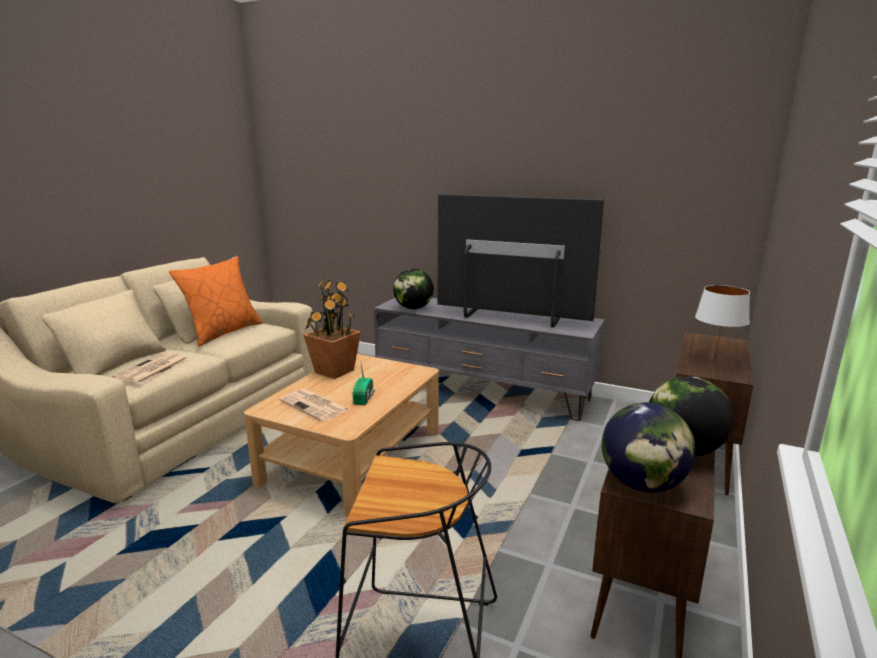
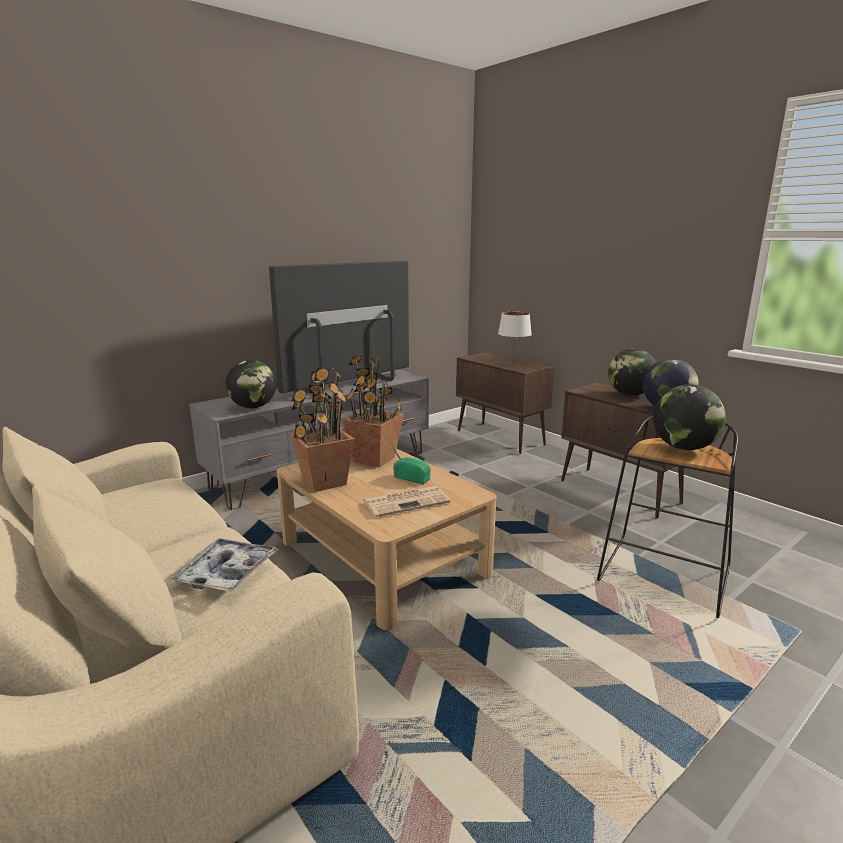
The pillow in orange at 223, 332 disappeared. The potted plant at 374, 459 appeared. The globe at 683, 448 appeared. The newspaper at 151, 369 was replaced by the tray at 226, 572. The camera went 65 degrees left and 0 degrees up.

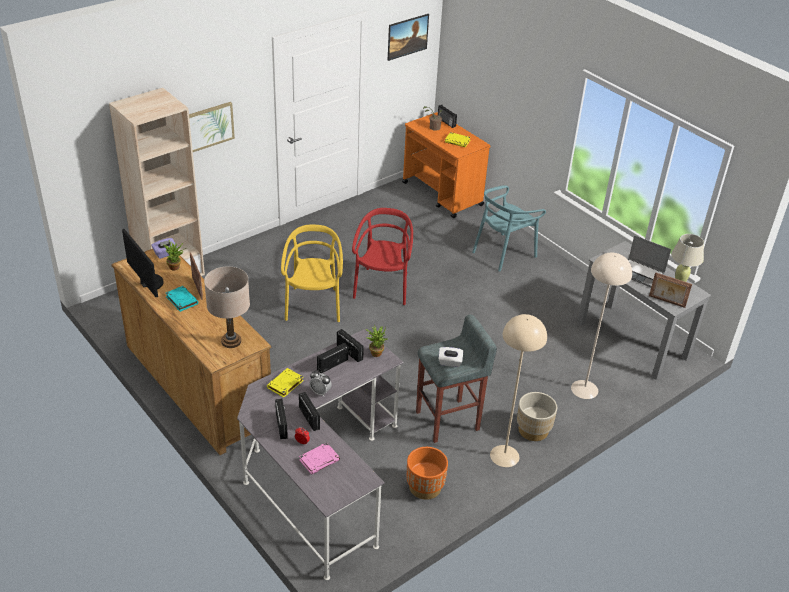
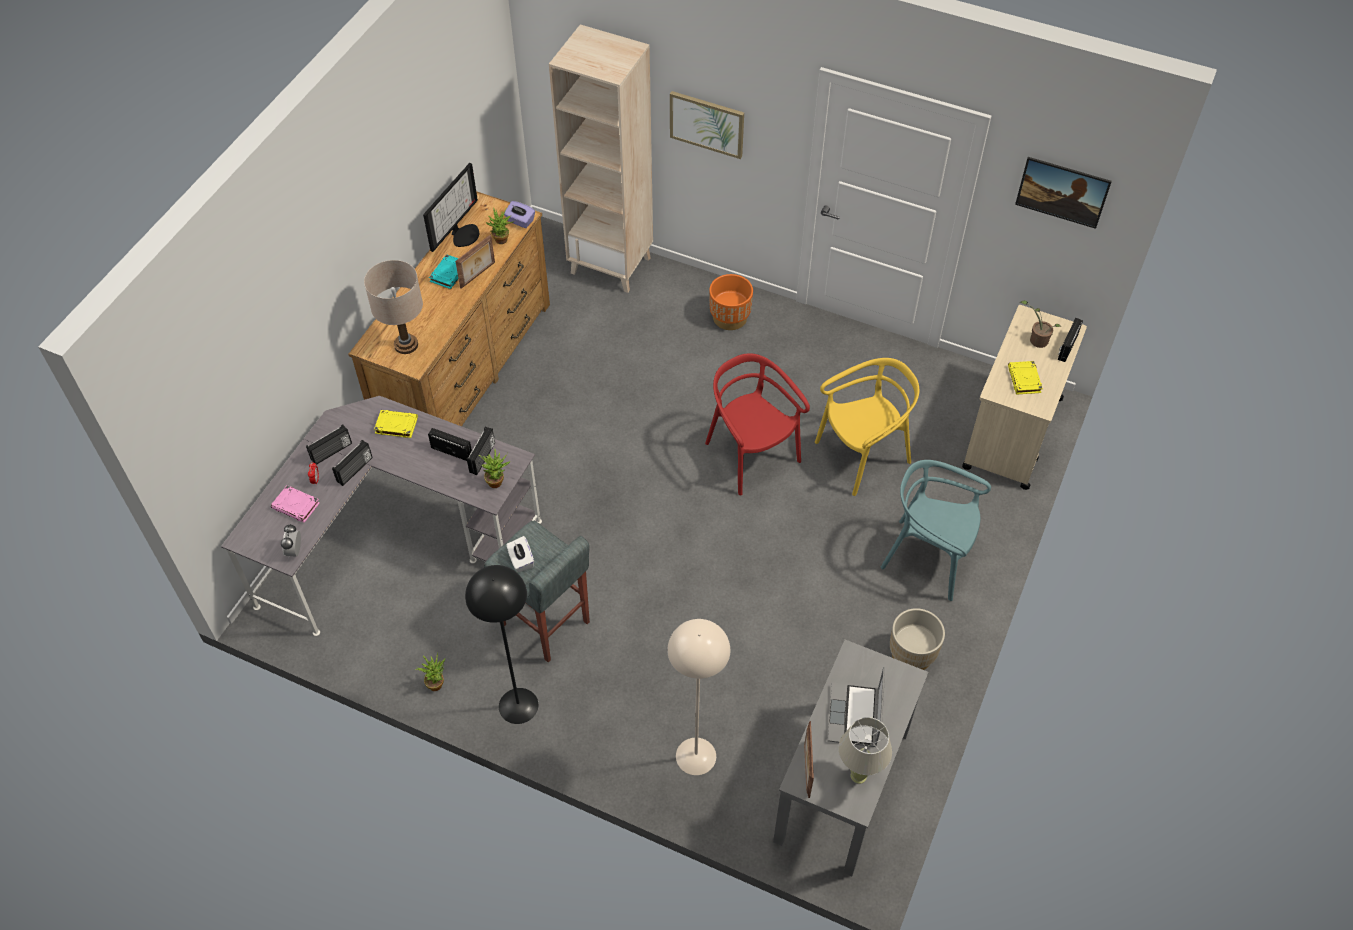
The potted plant at 436, 682 appeared. The chair in yellow moved from 313, 305 to 863, 456. The alarm clock moved from 320, 392 to 295, 551. The planter in orange moved from 425, 487 to 730, 318. The planter in beige moved from 533, 430 to 912, 654. The cart in orange at 442, 194 became the cart in beige at 1012, 433. The floor lamp in beige at 504, 456 became the floor lamp in black at 518, 705. The chair in red at 382, 287 turned 105 degrees counterclockwise. The camera went 65 degrees right and 15 degrees up.

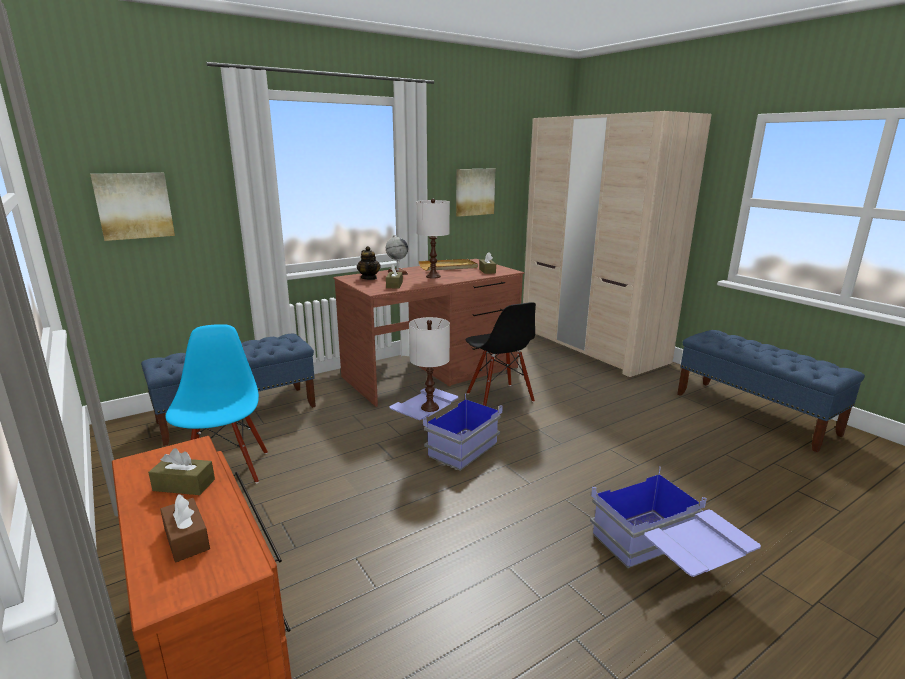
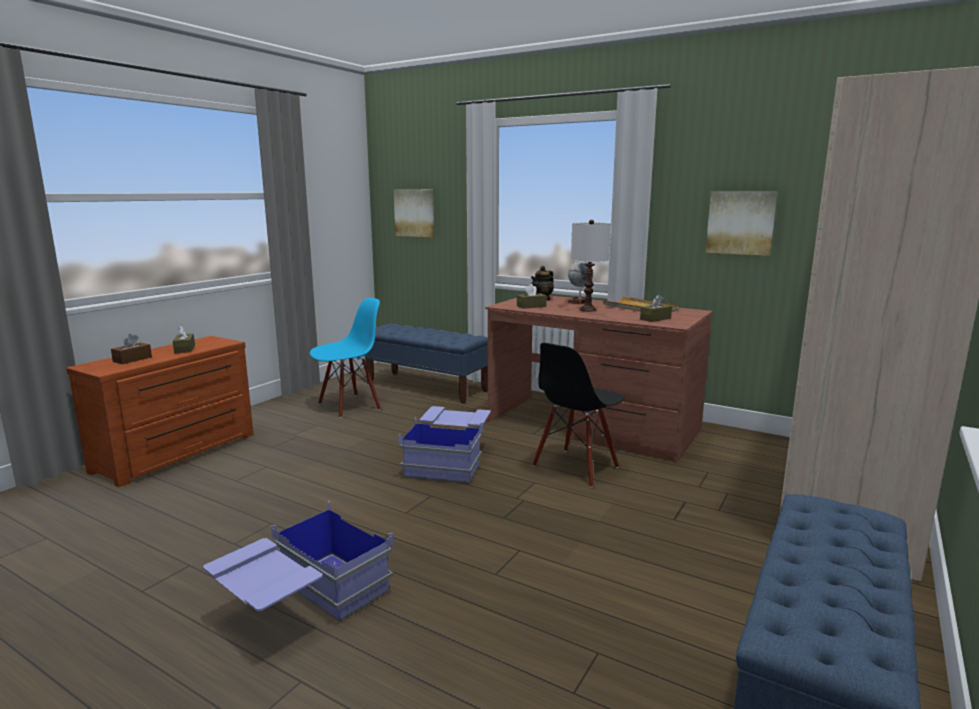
The table lamp in white at 430, 407 disappeared. The camera went 65 degrees right and 5 degrees down.

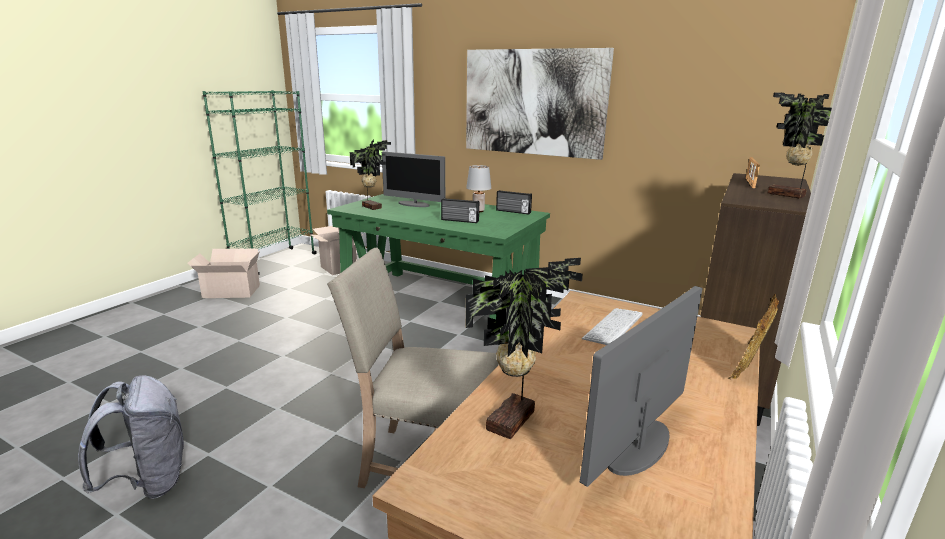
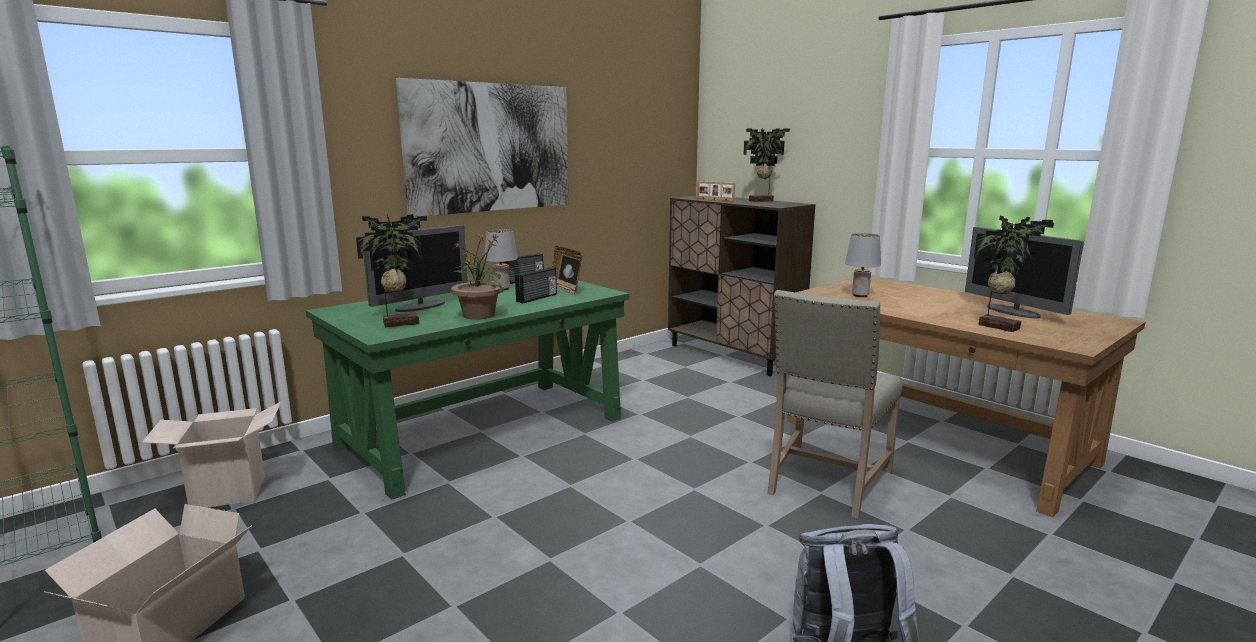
The potted plant at 479, 315 appeared. The picture frame moved from 749, 365 to 566, 289. The keyboard at 613, 327 was replaced by the table lamp in grey at 860, 295. The camera went 70 degrees left and 5 degrees down.

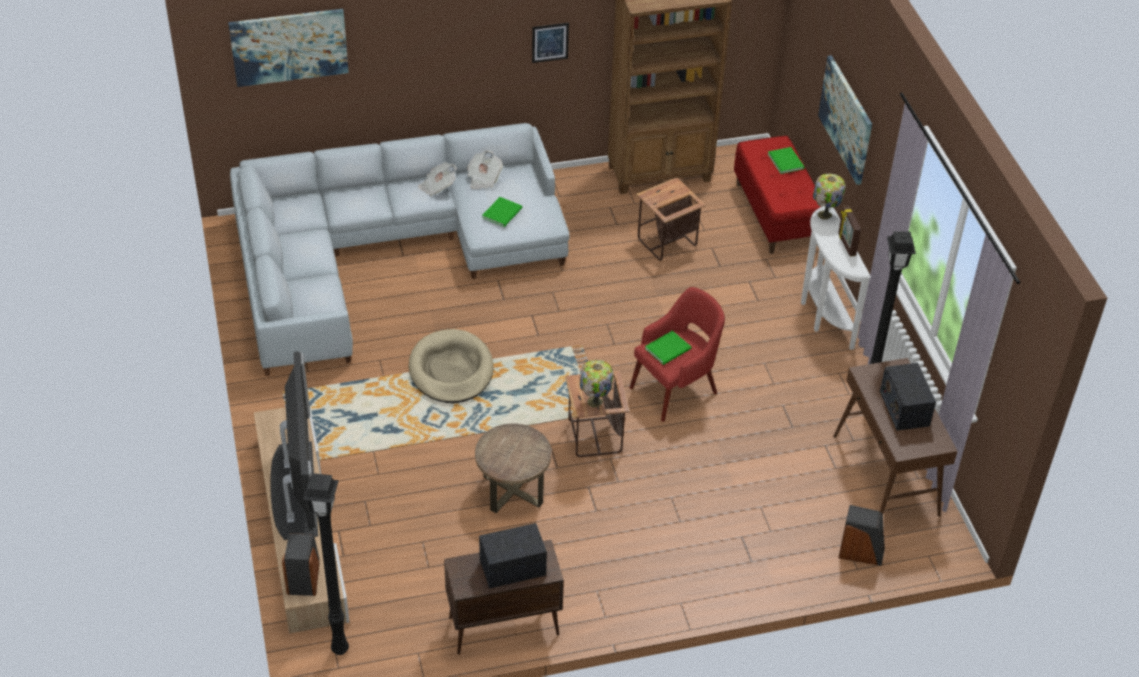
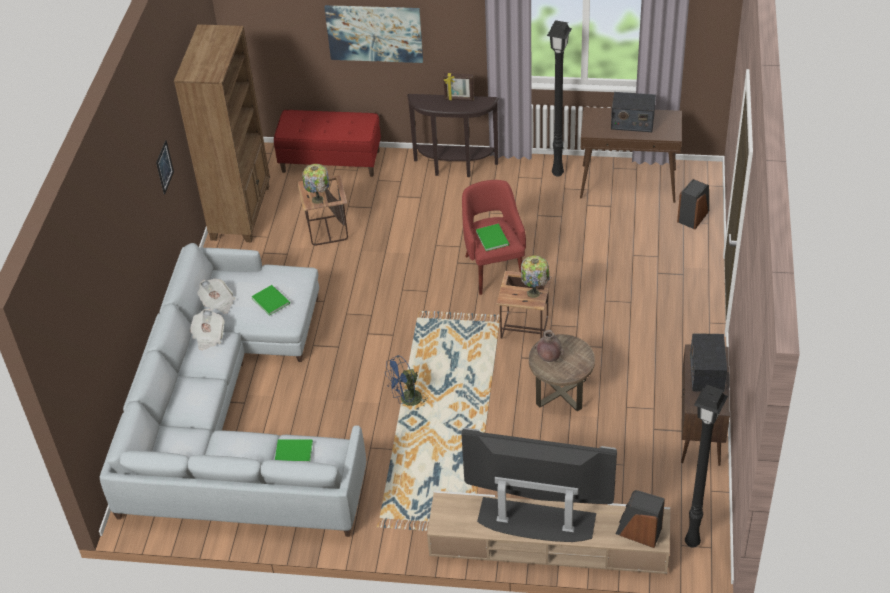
The picture at 289, 46 disappeared. The vase in brown at 549, 358 appeared. The book in green moved from 786, 160 to 292, 451. The table lamp moved from 824, 215 to 318, 200. The dog bed in beige at 451, 370 was replaced by the fan in blue at 407, 401. The console table in white at 822, 315 became the console table in brown at 455, 168. The camera went 65 degrees left and 0 degrees up.

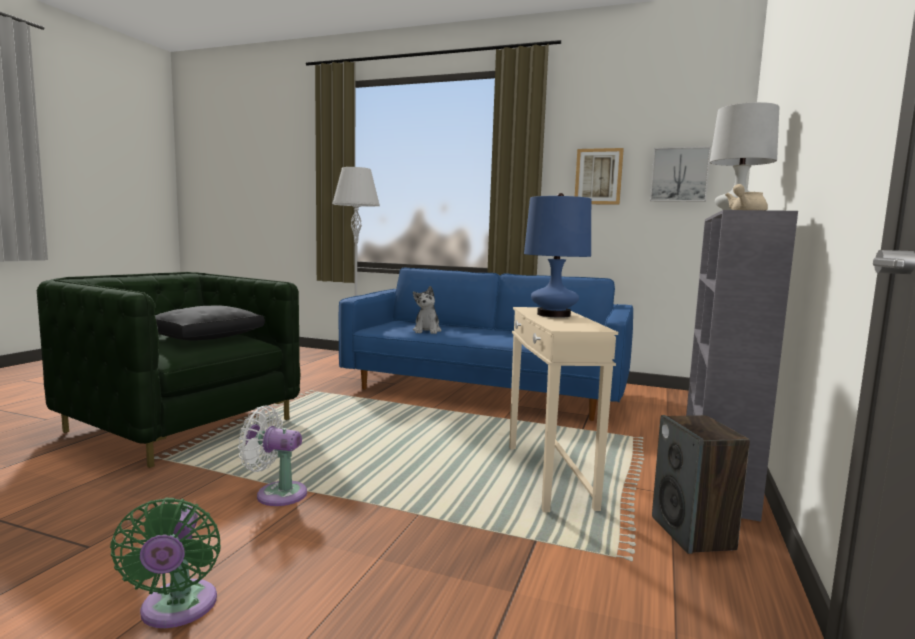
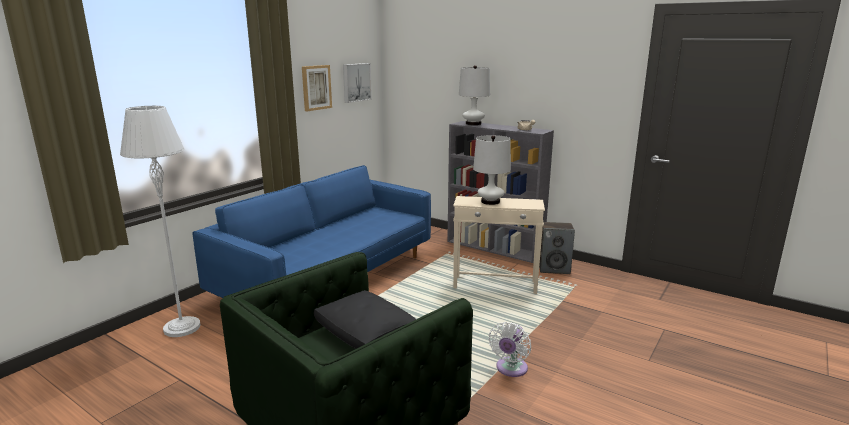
The fan in green at 176, 610 disappeared. The plush toy at 427, 331 disappeared. The table lamp in blue at 553, 315 became the table lamp in white at 490, 202. The camera went 75 degrees left and 10 degrees up.

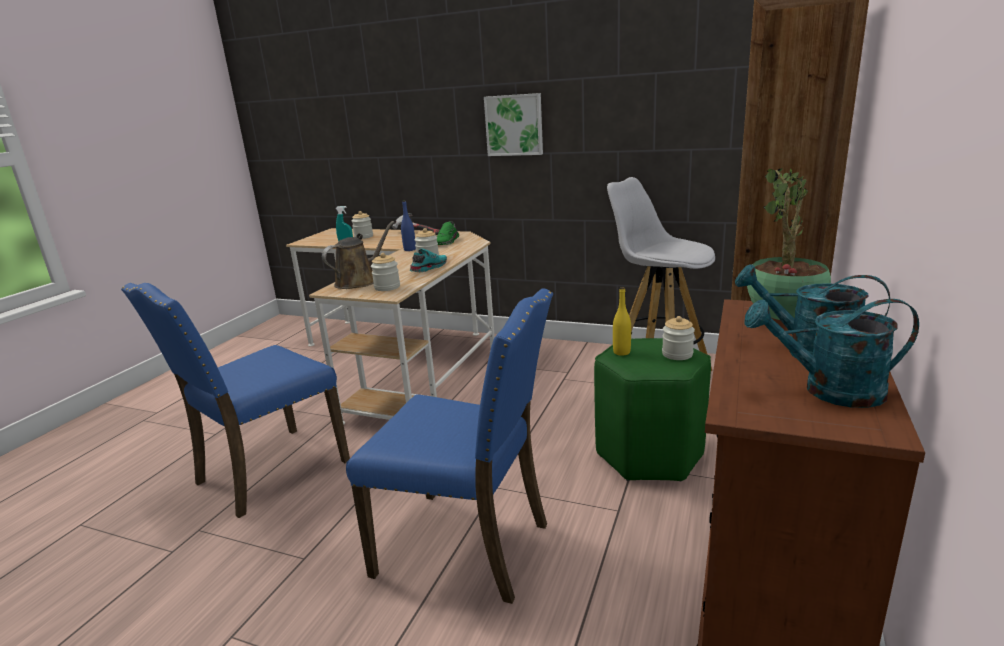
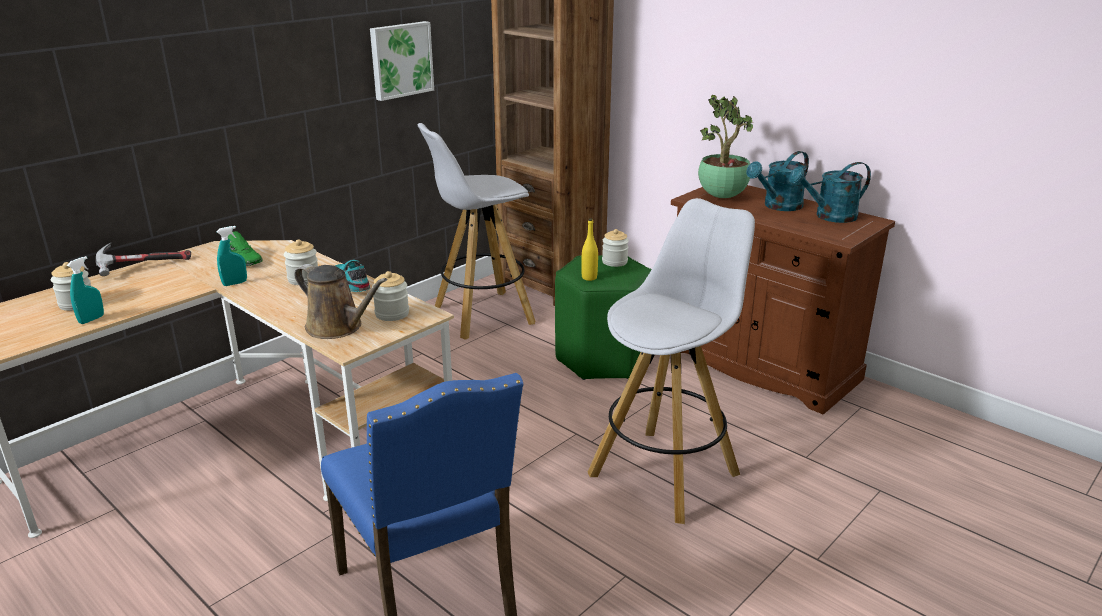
The picture moved from 514, 125 to 400, 60. The chair in blue at 467, 547 was replaced by the stool in white at 665, 473. The bottle in blue at 410, 249 was replaced by the spray bottle in turquoise at 235, 283. The watering can in brown at 359, 282 turned 150 degrees clockwise. The watering can in turquoise at 829, 391 turned 45 degrees clockwise. The camera went 70 degrees left and 5 degrees up.

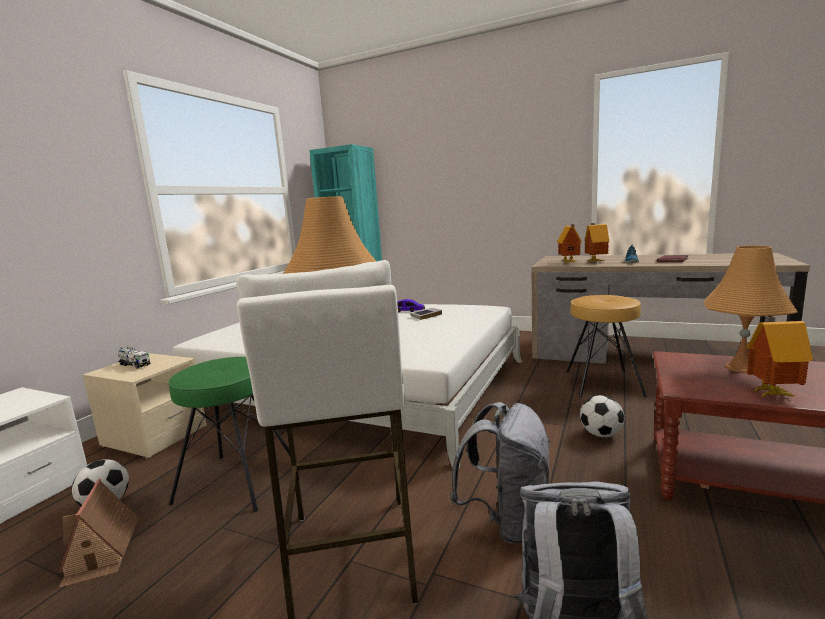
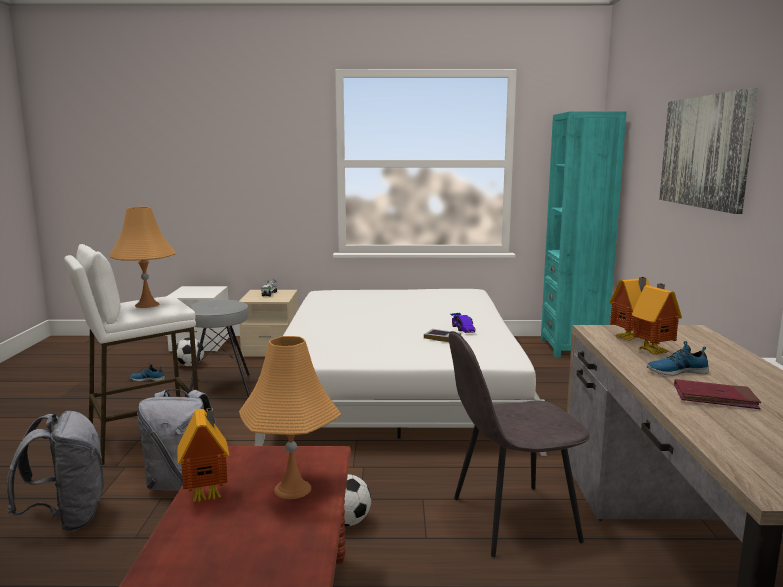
The picture at 704, 151 appeared. The toy house at 101, 552 was replaced by the shoe at 148, 379. The stool in brown at 602, 383 was replaced by the chair in grey at 511, 520. The stool in green at 237, 480 became the stool in grey at 220, 387. The camera went 65 degrees right and 0 degrees up.

